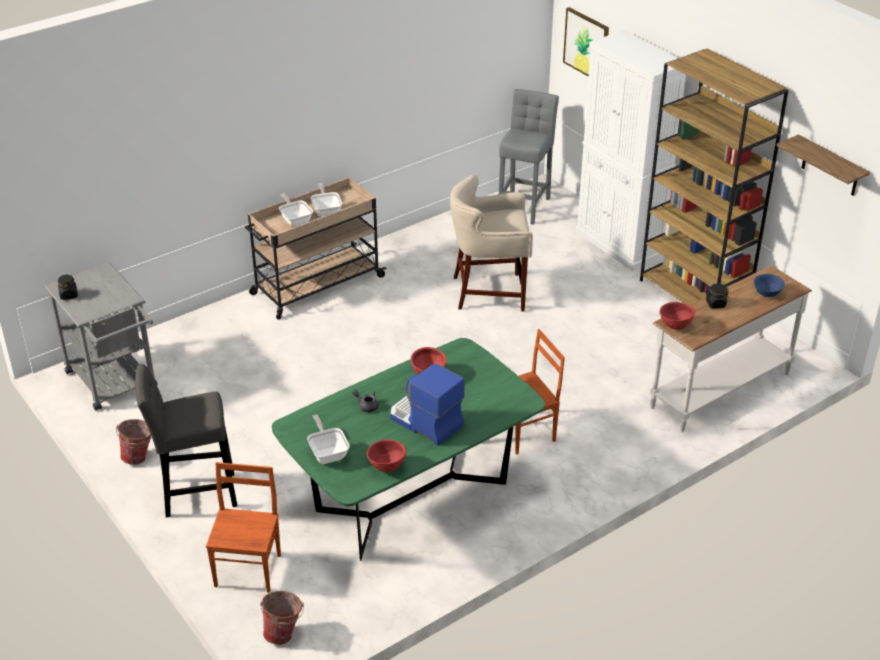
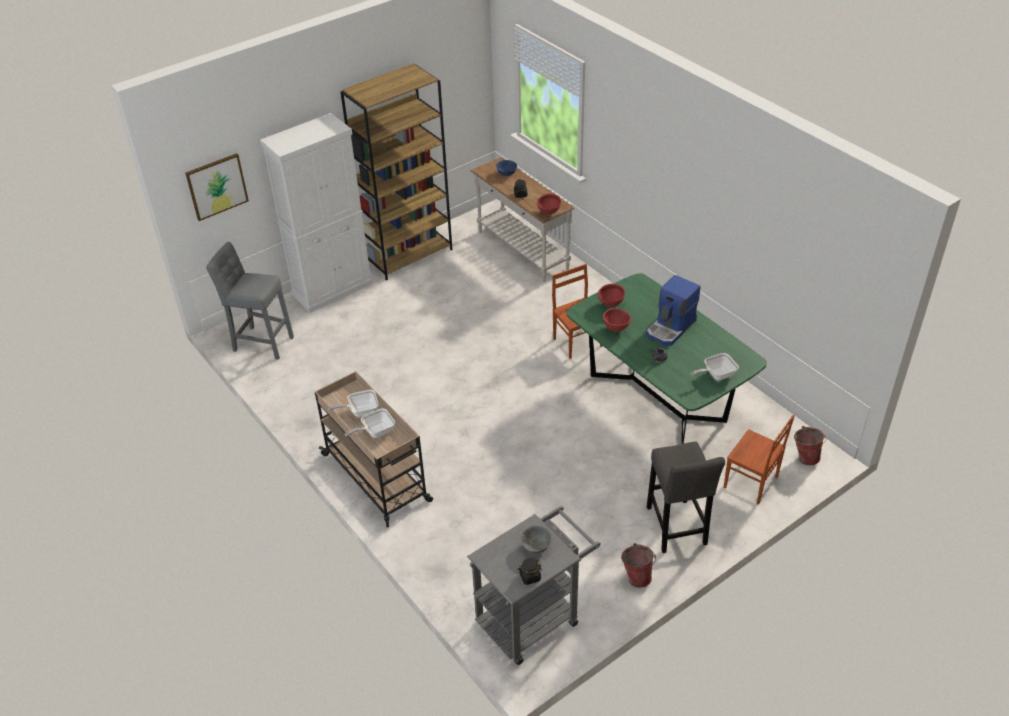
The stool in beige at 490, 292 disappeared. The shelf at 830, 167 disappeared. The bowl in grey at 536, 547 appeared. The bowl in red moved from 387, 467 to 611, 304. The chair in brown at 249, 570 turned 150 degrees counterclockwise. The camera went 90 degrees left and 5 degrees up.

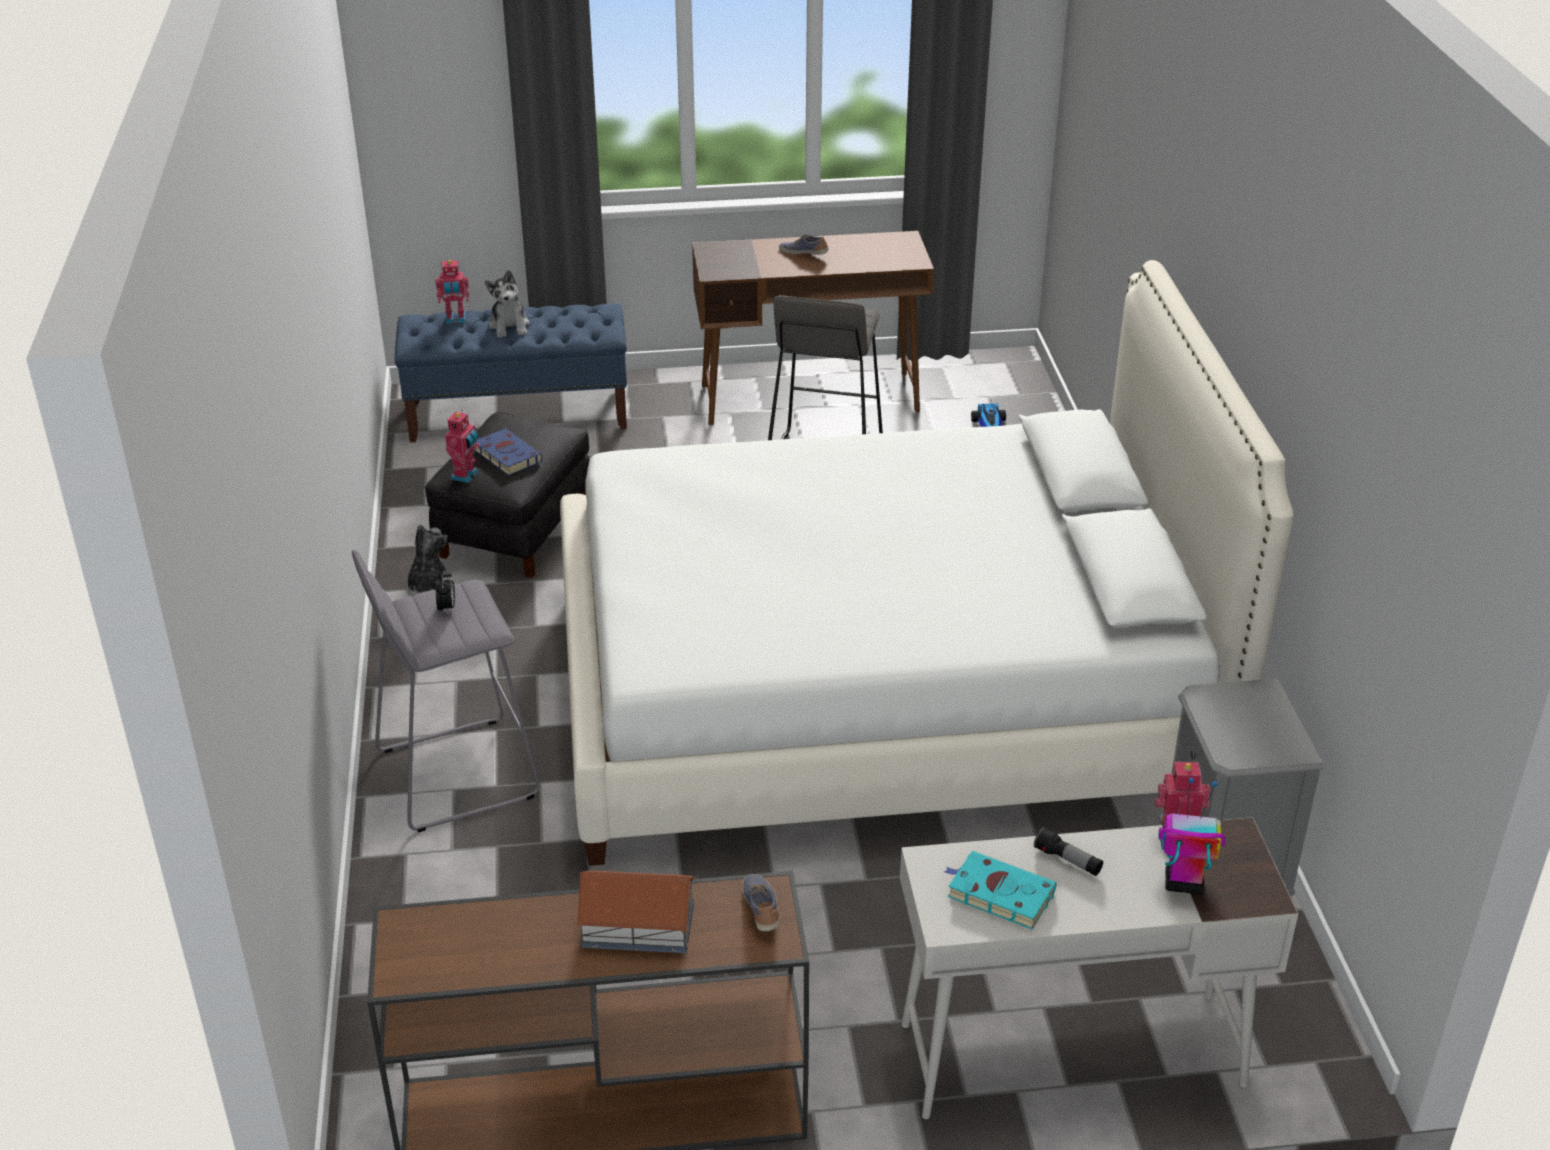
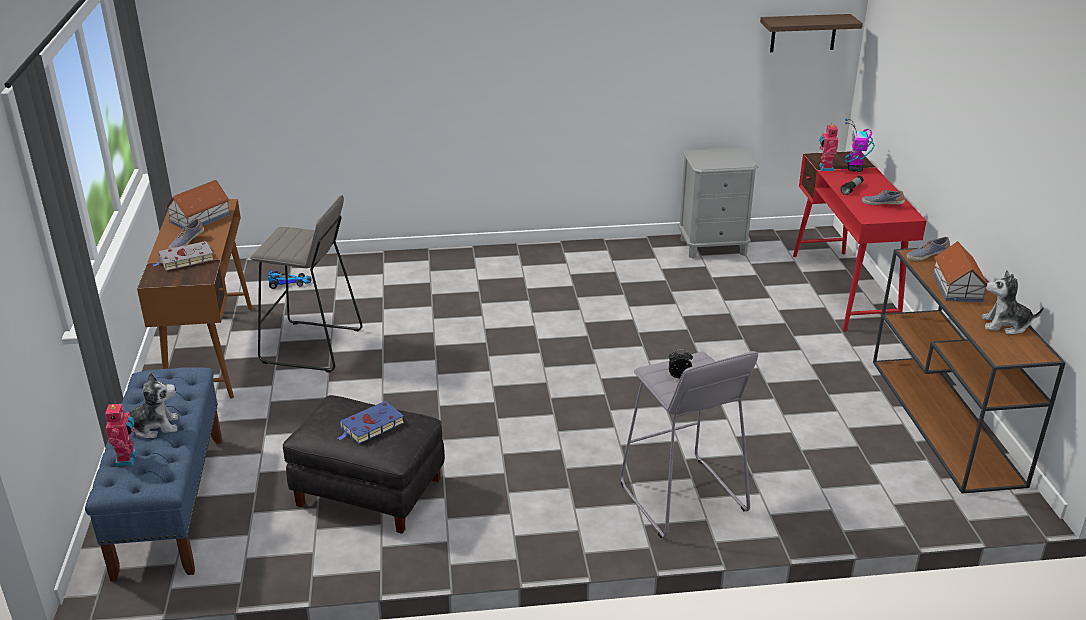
The toy robot at 466, 476 disappeared. The bed in white at 880, 694 disappeared. The book in grey at 185, 259 appeared. The toy house at 199, 218 appeared. The shelf at 803, 33 appeared. The plush toy moved from 429, 587 to 1005, 325. The book in turquoise at 998, 894 was replaced by the shoe at 882, 204. The desk in white at 1070, 1054 became the desk in red at 844, 290. The camera went 90 degrees left and 5 degrees down.

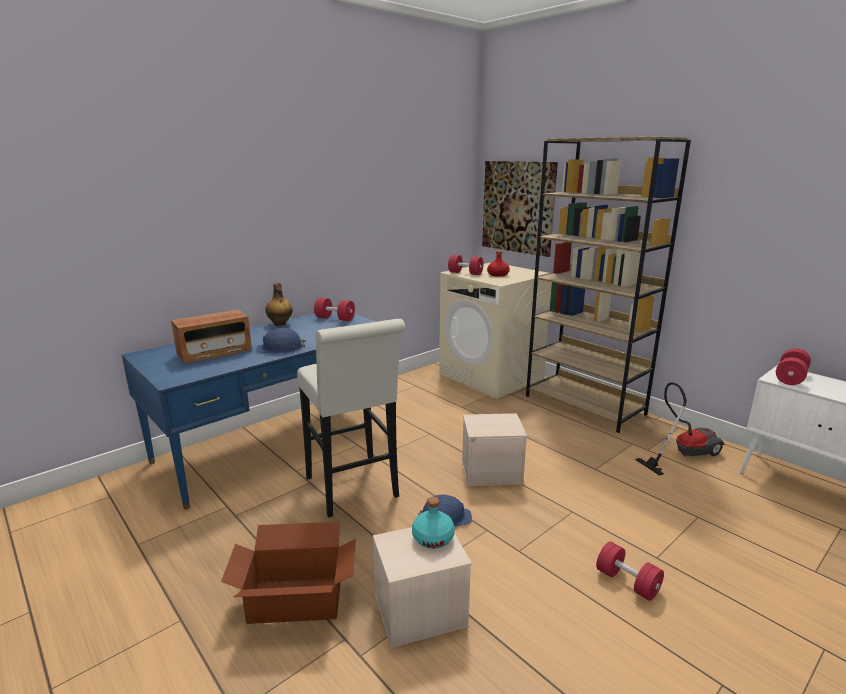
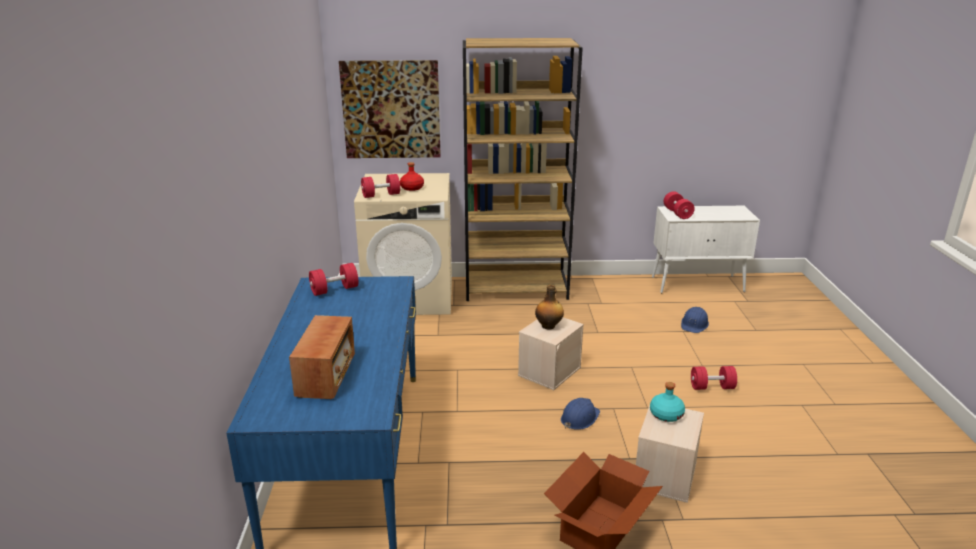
The stool in white at 354, 491 disappeared. The vacuum cleaner at 682, 453 disappeared. The hard hat in blue moved from 280, 348 to 694, 324. The bottle moved from 280, 324 to 549, 326. The camera went 50 degrees left and 5 degrees up.

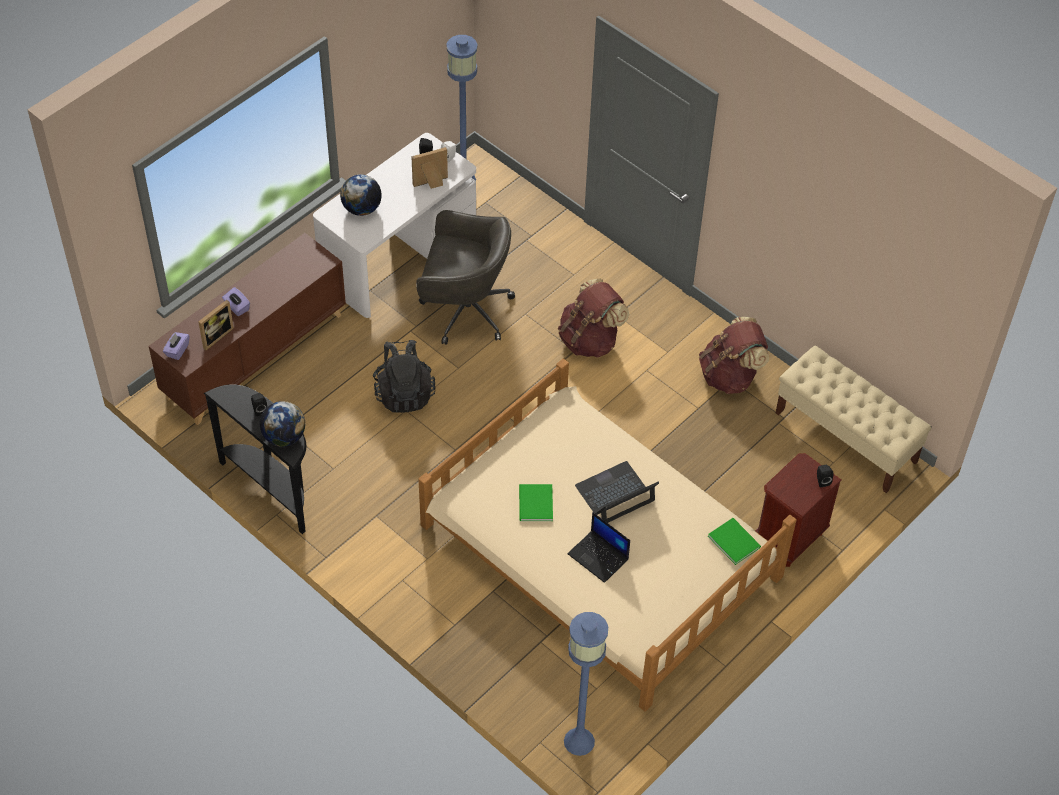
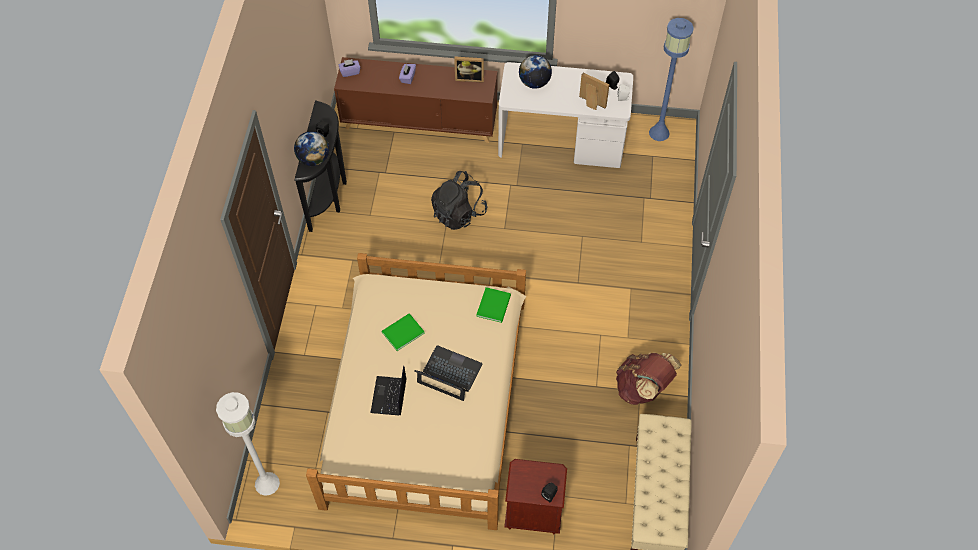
The office chair in grey at 464, 310 disappeared. The backpack in brown at 590, 340 disappeared. The picture frame moved from 215, 336 to 469, 78. The book in green moved from 734, 540 to 495, 305. The floor lamp in blue at 579, 742 became the floor lamp in white at 266, 484. The camera went 55 degrees right and 5 degrees up.

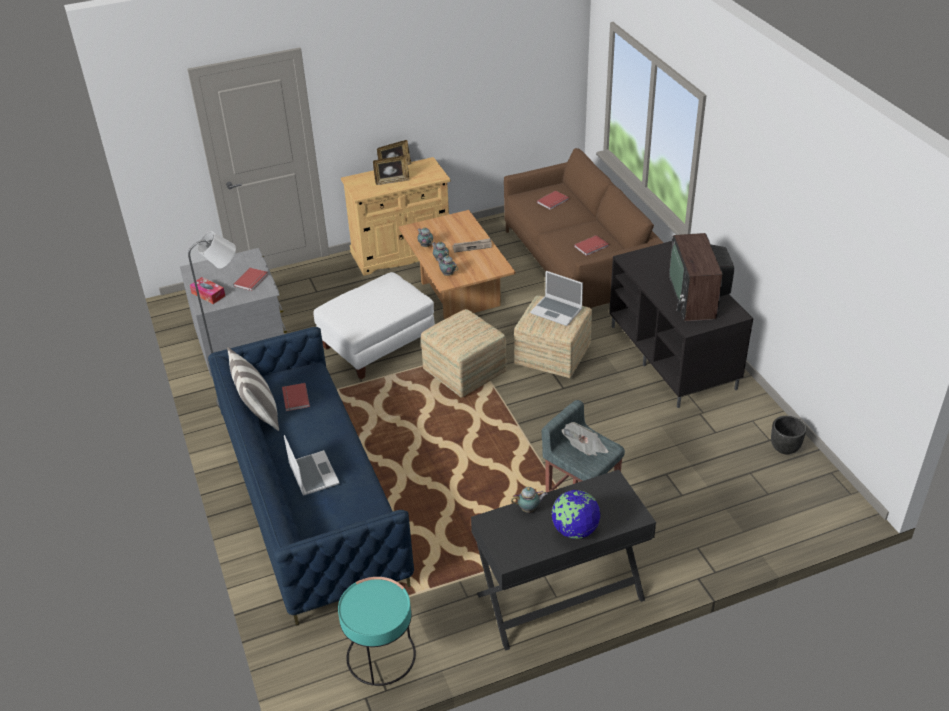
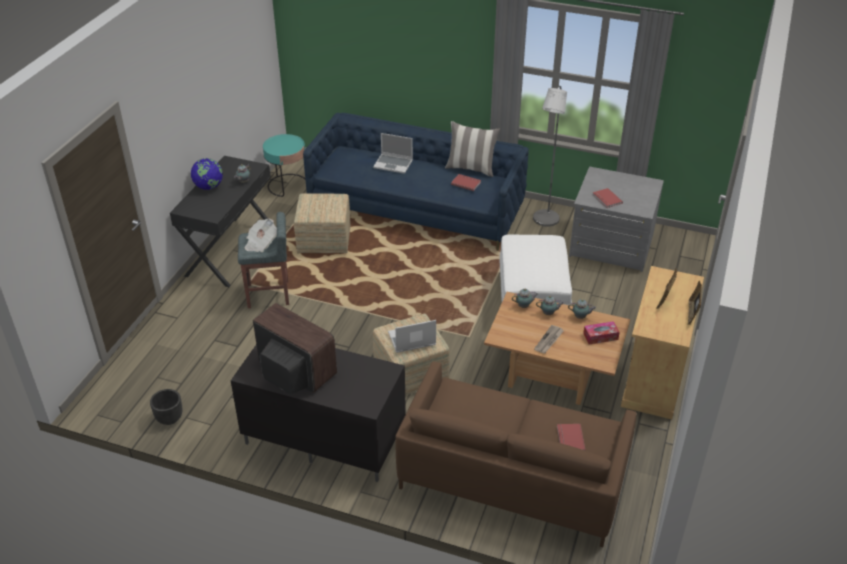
The book in red at 592, 247 disappeared. The tissue box moved from 208, 294 to 600, 336. The ottoman moved from 463, 372 to 325, 240. The camera went 130 degrees right and 0 degrees up.

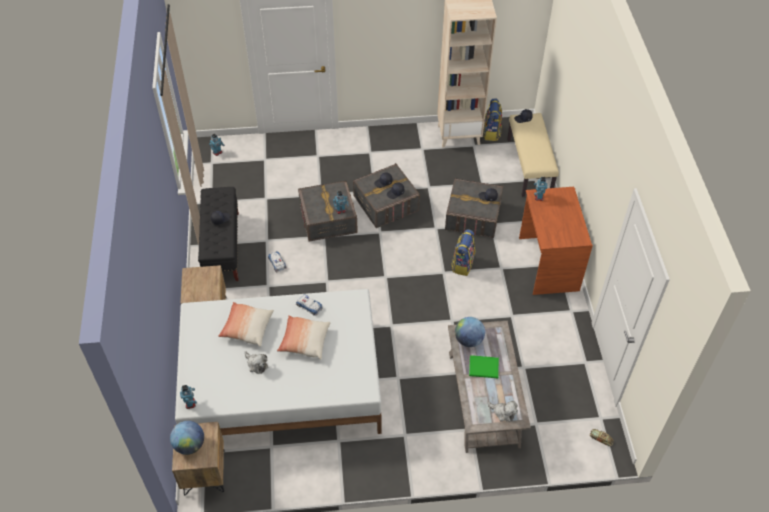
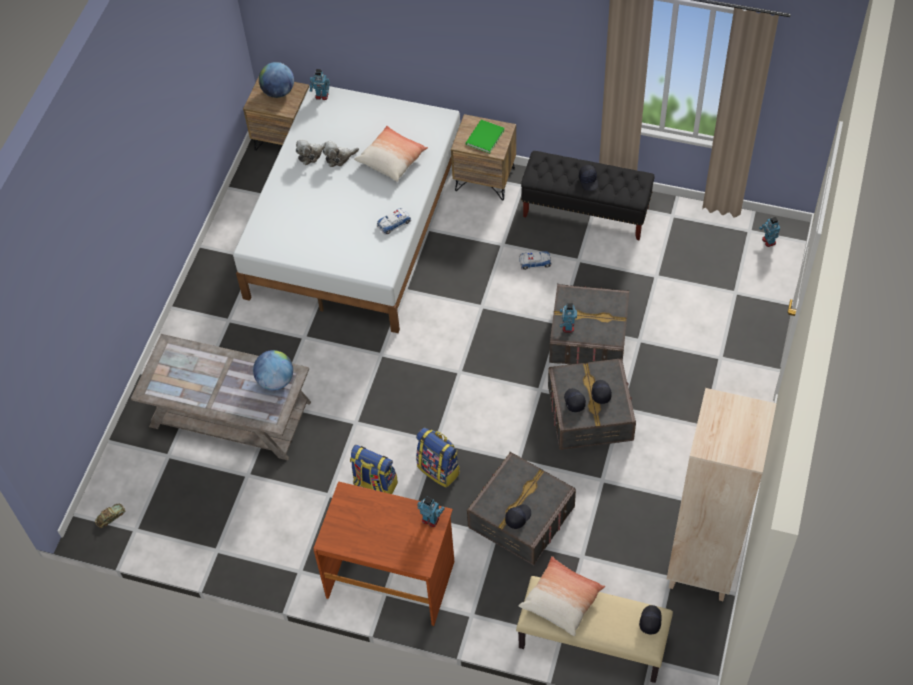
The pillow moved from 304, 341 to 561, 600. The book in green moved from 484, 368 to 483, 137. The backpack moved from 491, 133 to 374, 485. The plush toy moved from 503, 412 to 311, 155. The camera went 115 degrees right and 5 degrees up.

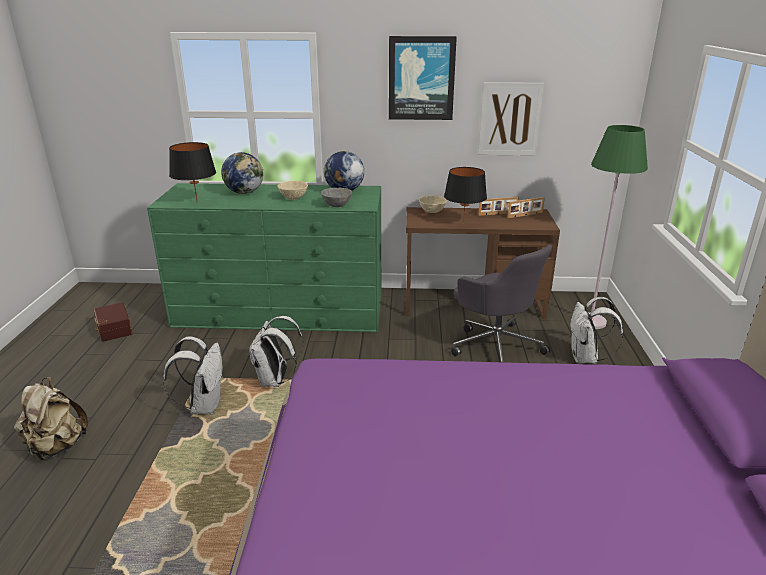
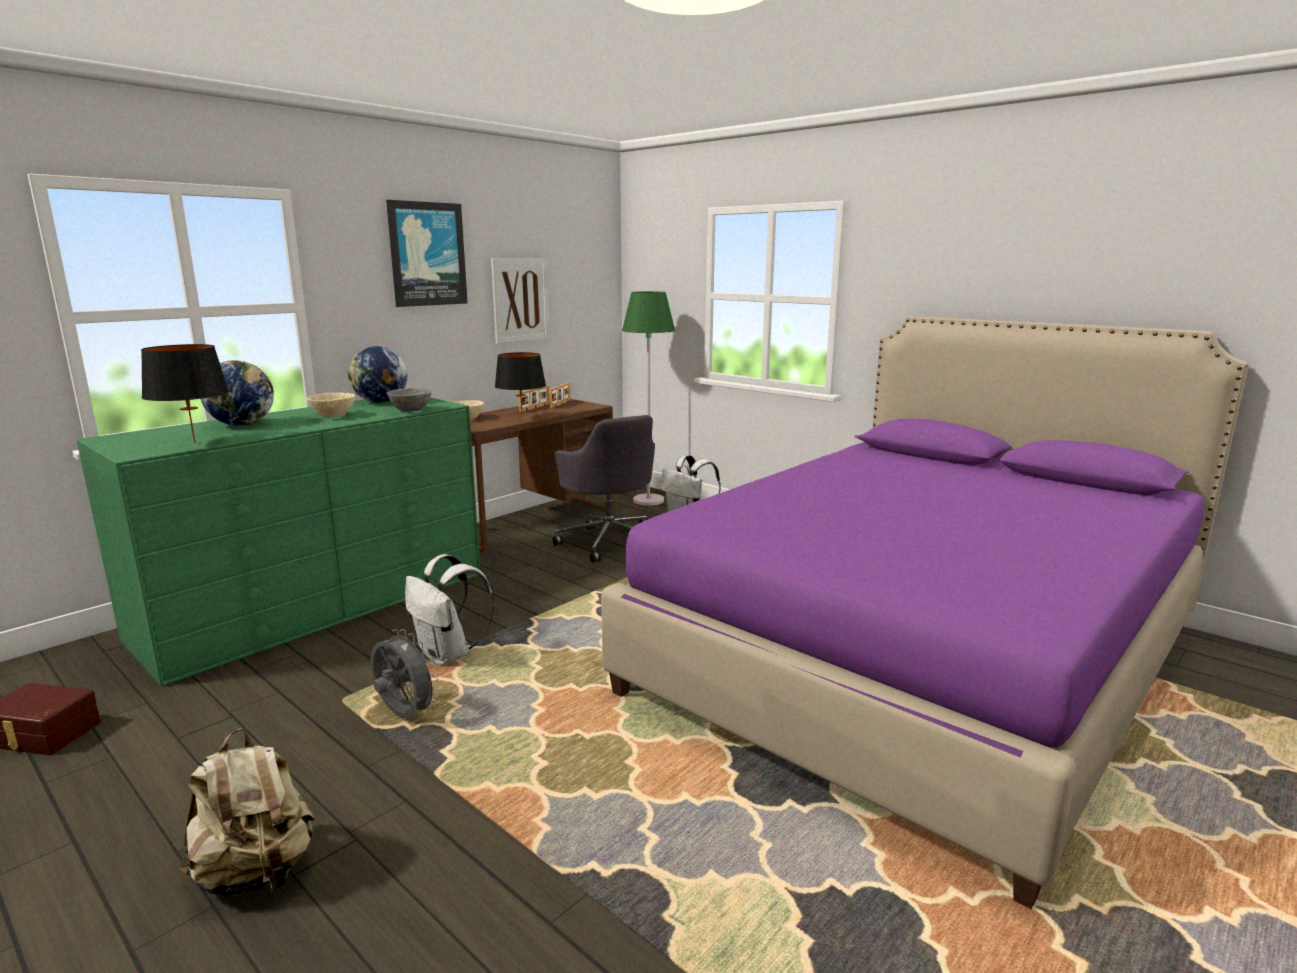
The backpack in white at 204, 405 was replaced by the fan in grey at 404, 715. The office chair in grey at 496, 345 turned 60 degrees clockwise. The camera went 50 degrees left and 10 degrees down.

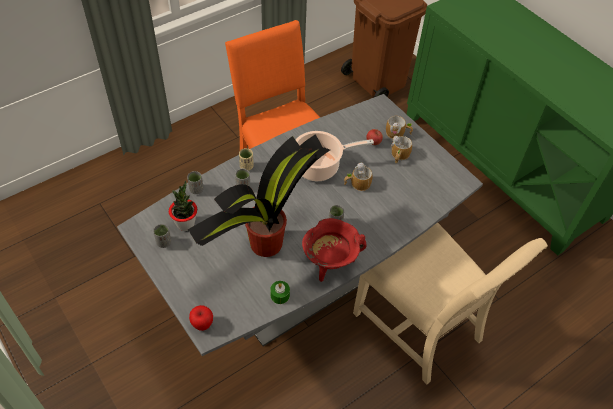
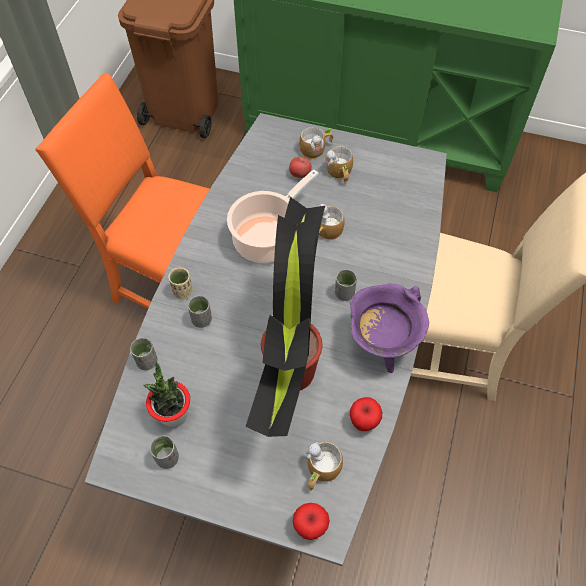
The mug at 320, 471 appeared. The candle in green at 280, 295 was replaced by the apple at 363, 422. The cooking pot in red at 330, 263 became the cooking pot in purple at 382, 344. The camera went 35 degrees left and 5 degrees up.

